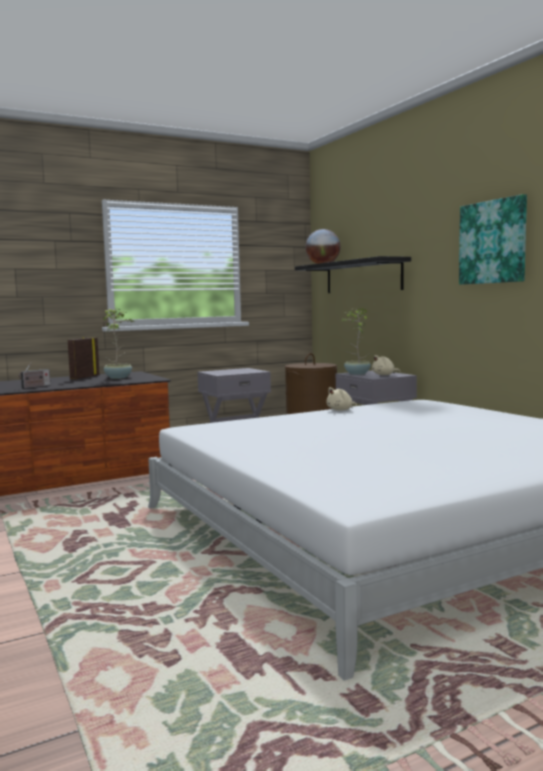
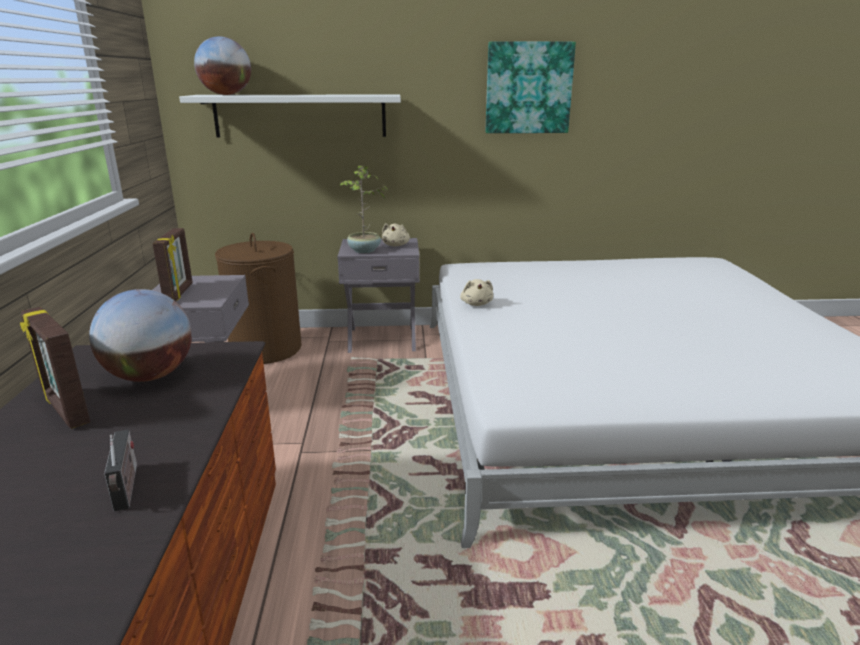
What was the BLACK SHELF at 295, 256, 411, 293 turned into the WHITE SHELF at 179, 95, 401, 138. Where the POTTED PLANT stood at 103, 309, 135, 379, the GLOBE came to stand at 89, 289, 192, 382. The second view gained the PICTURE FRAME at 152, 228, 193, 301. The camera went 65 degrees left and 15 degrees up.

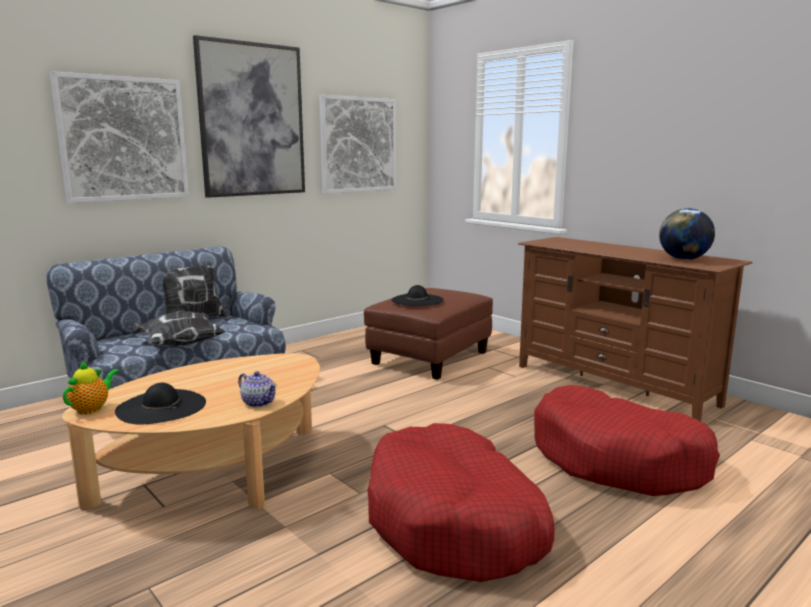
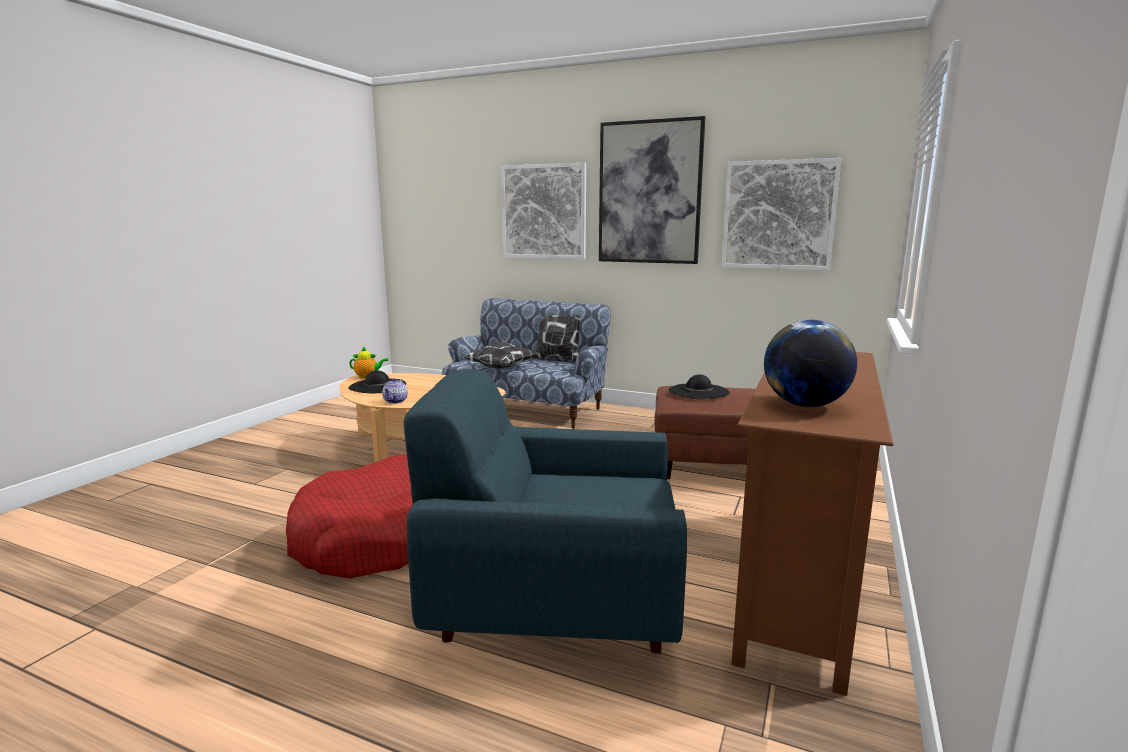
Where the RED DOG BED stood at 534, 385, 720, 496, the BLUE ARMCHAIR came to stand at 404, 369, 687, 654. The camera went 65 degrees right and 0 degrees up.

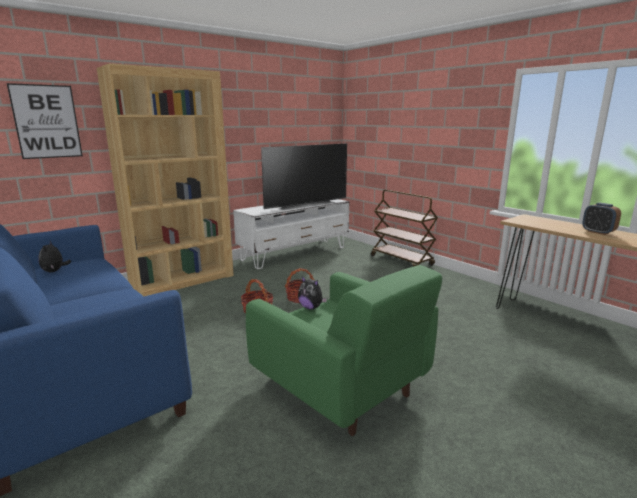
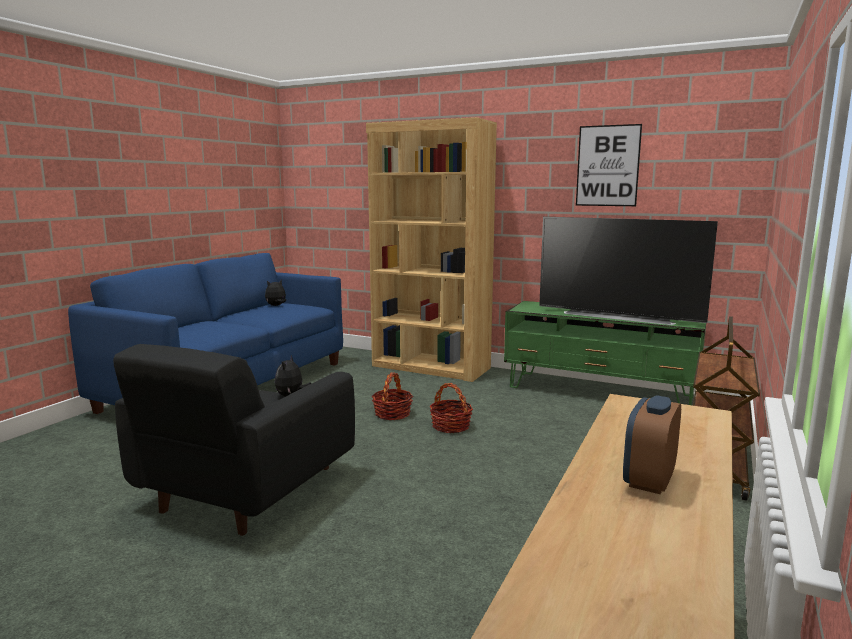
The PICTURE ended up elsewhere, having gone from 7, 83, 83, 159 to 576, 124, 642, 206. What was the WHITE TV STAND at 233, 199, 349, 269 turned into the GREEN TV STAND at 504, 301, 706, 405. What was the GREEN ARMCHAIR at 246, 265, 442, 436 turned into the BLACK ARMCHAIR at 113, 344, 355, 536. The camera went 65 degrees right and 5 degrees down.

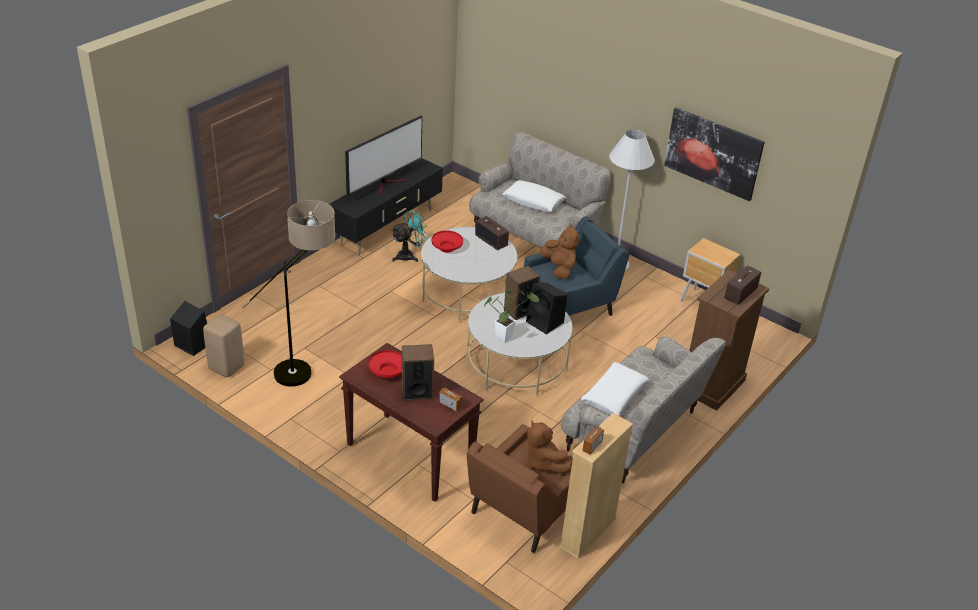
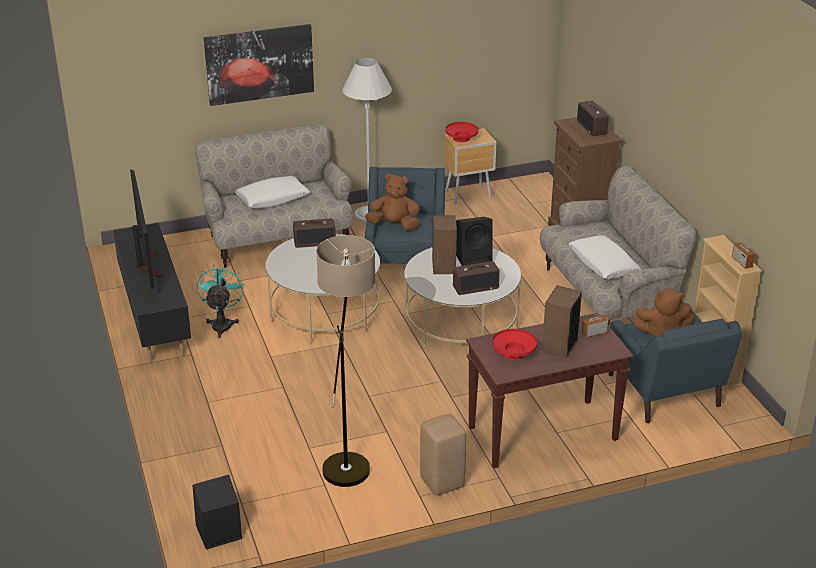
The PICTURE ended up elsewhere, having gone from 664, 108, 765, 201 to 204, 24, 314, 106. The RED BOWL ended up elsewhere, having gone from 431, 230, 463, 253 to 445, 122, 478, 142. Where the POTTED PLANT stood at 484, 288, 539, 343, the RADIO came to stand at 453, 261, 500, 295. The BEIGE STOOL ended up elsewhere, having gone from 203, 314, 244, 378 to 420, 414, 466, 495. What was the BROWN ARMCHAIR at 467, 424, 571, 553 turned into the BLUE ARMCHAIR at 609, 310, 742, 423. The camera went 55 degrees left and 5 degrees down.

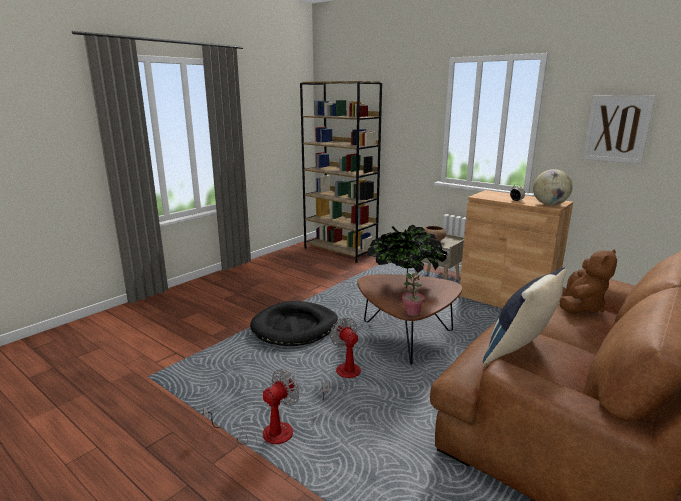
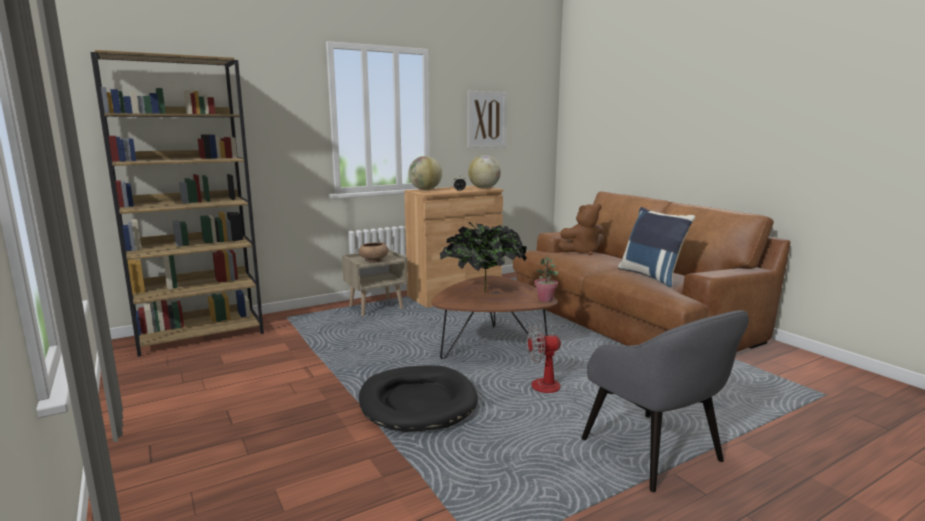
The BROWN PLUSH TOY at 559, 249, 617, 314 ended up facing another way, 105 degrees clockwise from before. Where the FAN stood at 203, 369, 300, 446, the GREY ARMCHAIR came to stand at 581, 310, 749, 492. The second view gained the GLOBE at 408, 156, 442, 190. The camera went 70 degrees left and 5 degrees down.

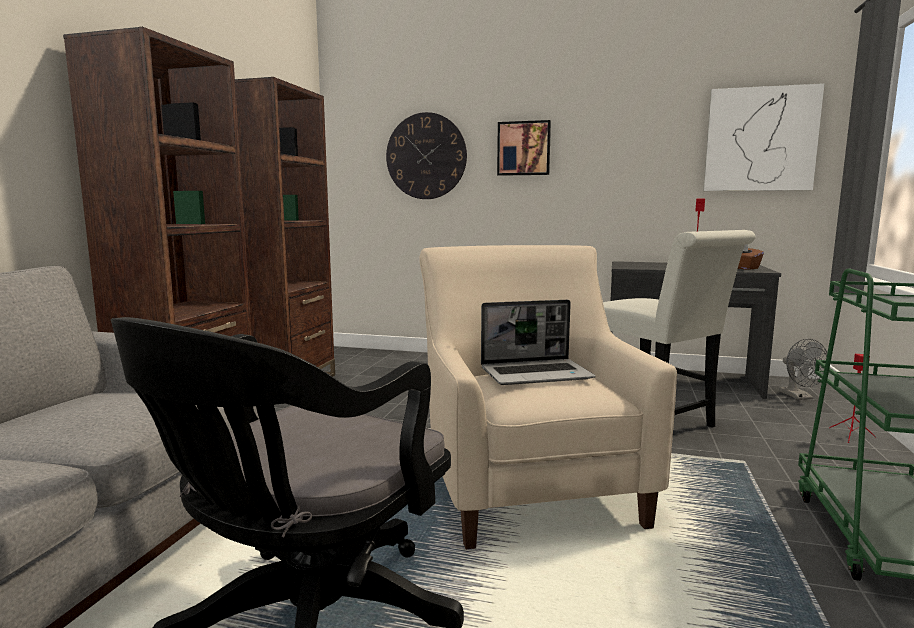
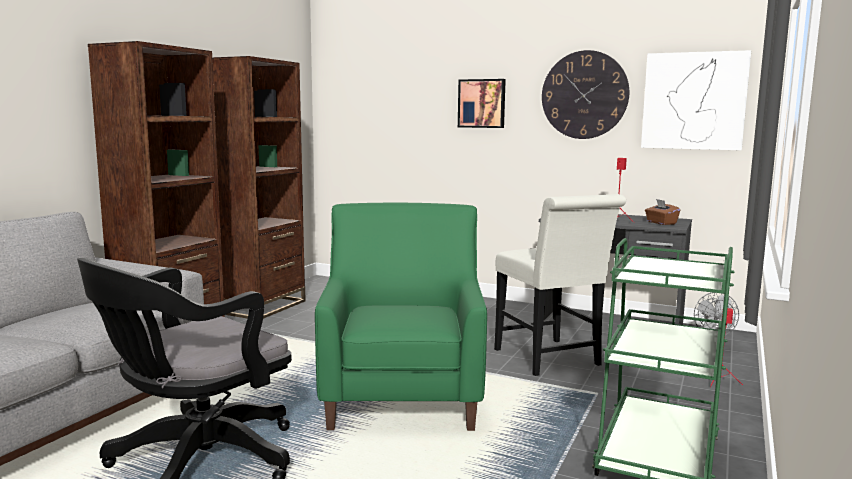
The WALL CLOCK ended up elsewhere, having gone from 386, 112, 467, 199 to 542, 50, 629, 139. What was the BEIGE ARMCHAIR at 419, 245, 677, 549 turned into the GREEN ARMCHAIR at 315, 203, 487, 431. The second view lost the LAPTOP at 481, 300, 596, 385. The camera went 10 degrees right and 0 degrees up.

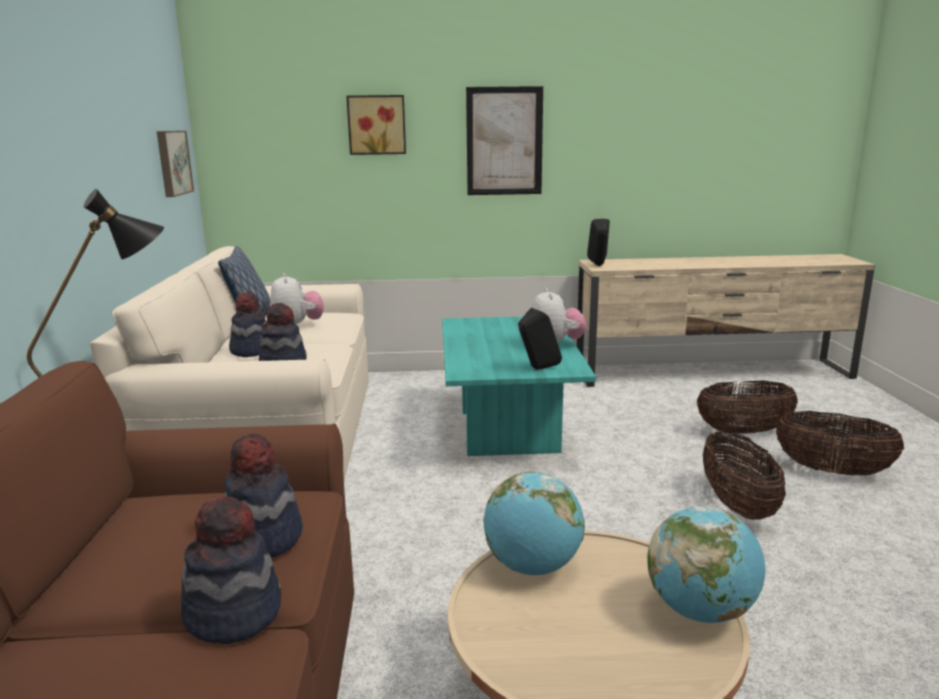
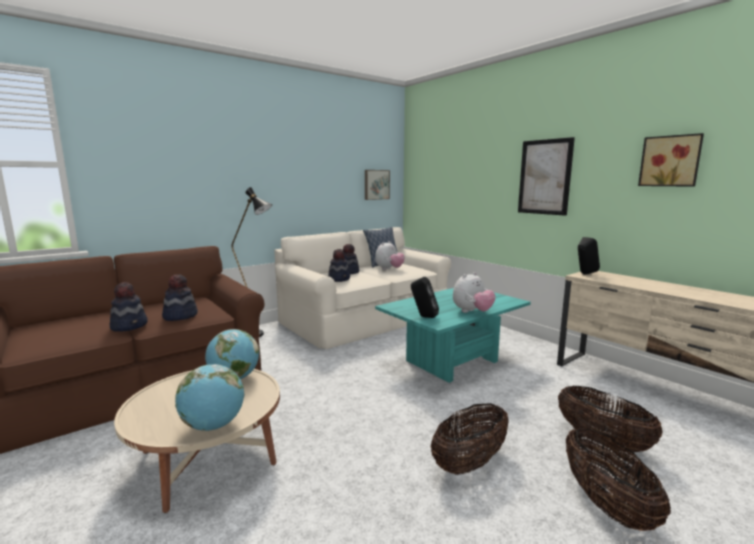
The PICTURE ended up elsewhere, having gone from 346, 95, 406, 155 to 638, 133, 704, 187. The camera went 55 degrees right and 5 degrees down.

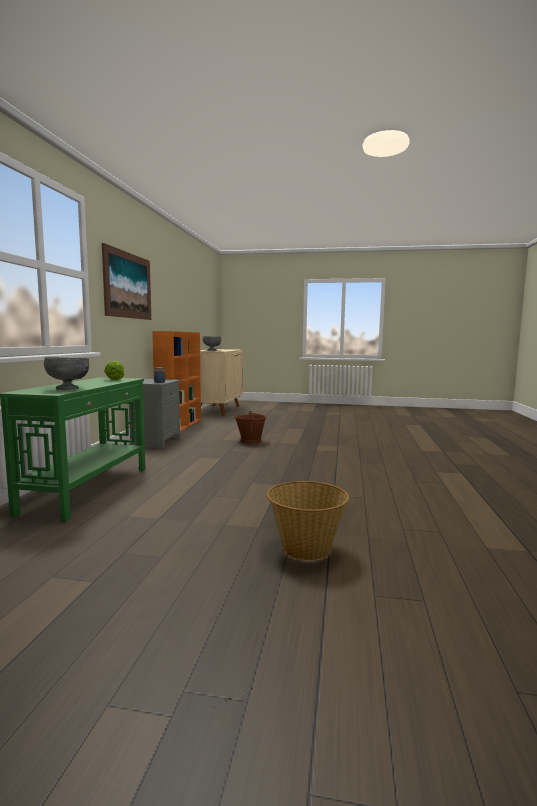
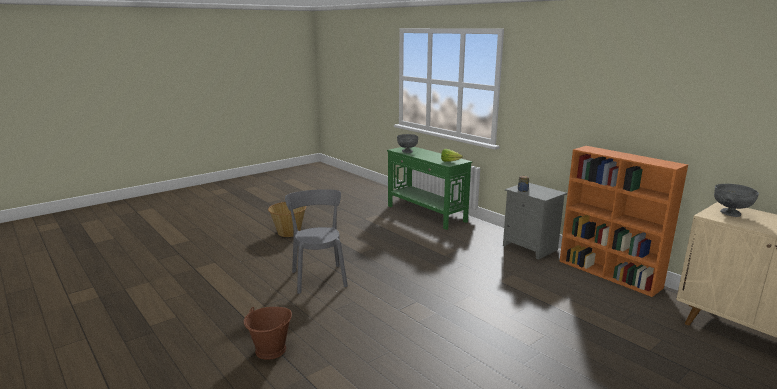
The second view lost the PICTURE at 102, 243, 151, 320. The BROWN BUCKET ended up elsewhere, having gone from 234, 411, 267, 444 to 244, 307, 292, 360. The second view gained the GREY CHAIR at 285, 189, 348, 294. The camera went 130 degrees right and 10 degrees up.

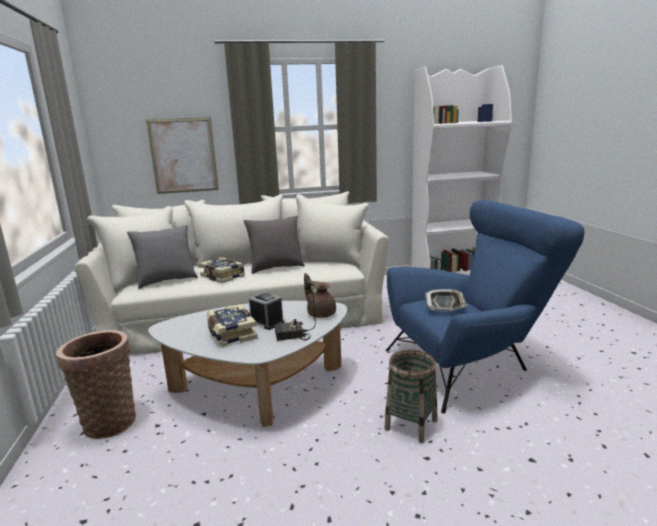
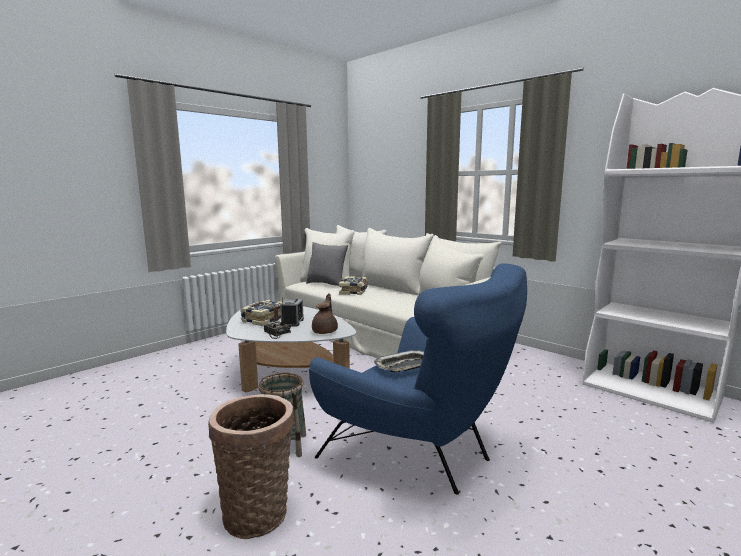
The second view lost the PICTURE at 146, 117, 219, 194. The second view lost the GREY PILLOW at 244, 216, 305, 274. The BASKET ended up elsewhere, having gone from 56, 330, 136, 439 to 208, 394, 293, 539. The camera went 55 degrees right and 5 degrees down.

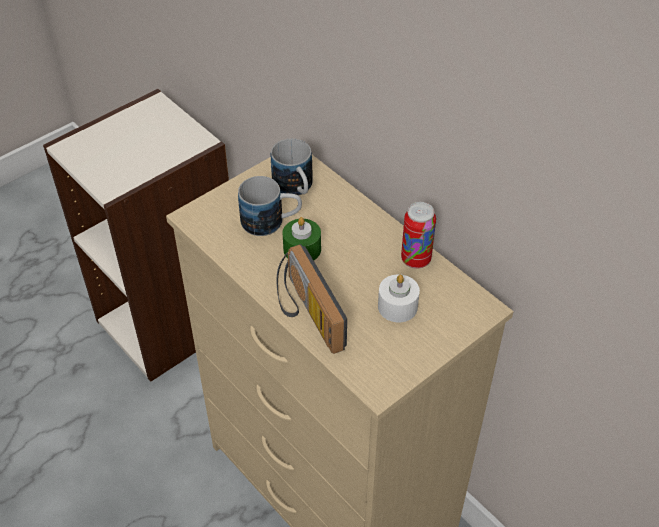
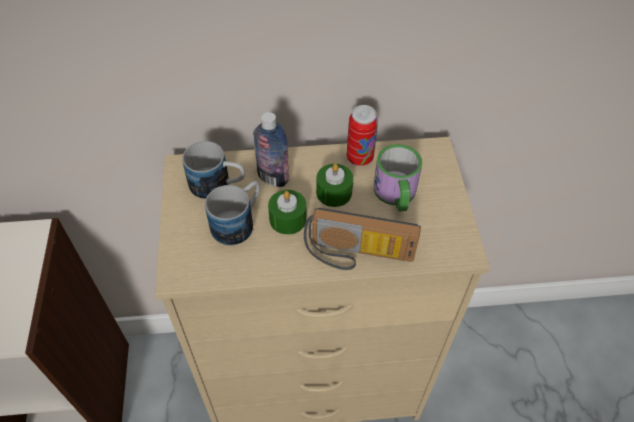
Where the WHITE CANDLE stood at 378, 274, 420, 323, the MUG came to stand at 374, 144, 422, 212. The second view gained the BOTTLE at 253, 112, 289, 187. The second view gained the GREEN CANDLE at 316, 164, 353, 207. The camera went 55 degrees left and 5 degrees up.

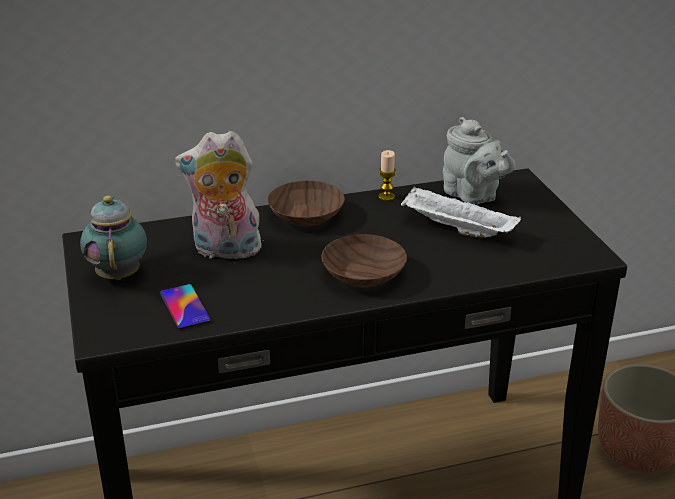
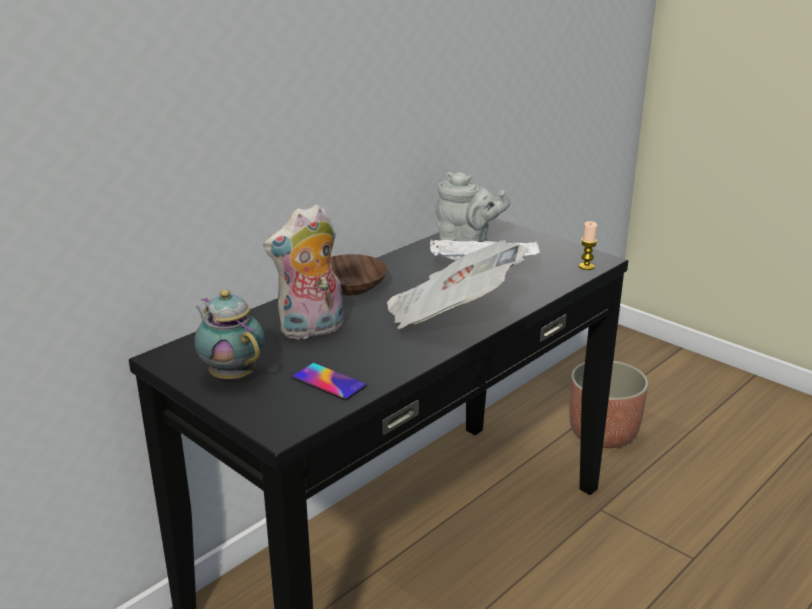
The CANDLE ended up elsewhere, having gone from 379, 150, 396, 201 to 579, 221, 597, 270. Where the BROWN BOWL stood at 321, 234, 407, 288, the NEWSPAPER came to stand at 387, 240, 525, 329. The camera went 30 degrees left and 5 degrees down.

